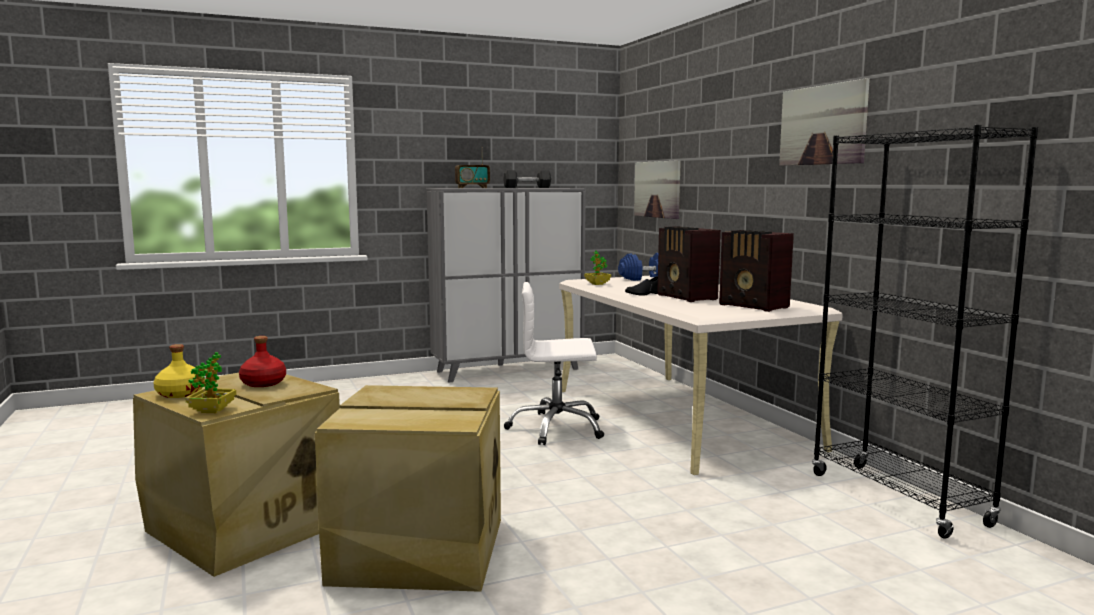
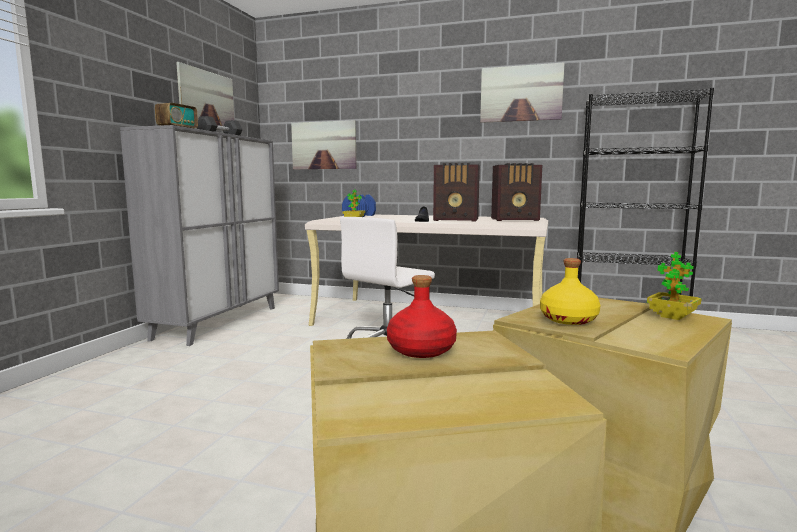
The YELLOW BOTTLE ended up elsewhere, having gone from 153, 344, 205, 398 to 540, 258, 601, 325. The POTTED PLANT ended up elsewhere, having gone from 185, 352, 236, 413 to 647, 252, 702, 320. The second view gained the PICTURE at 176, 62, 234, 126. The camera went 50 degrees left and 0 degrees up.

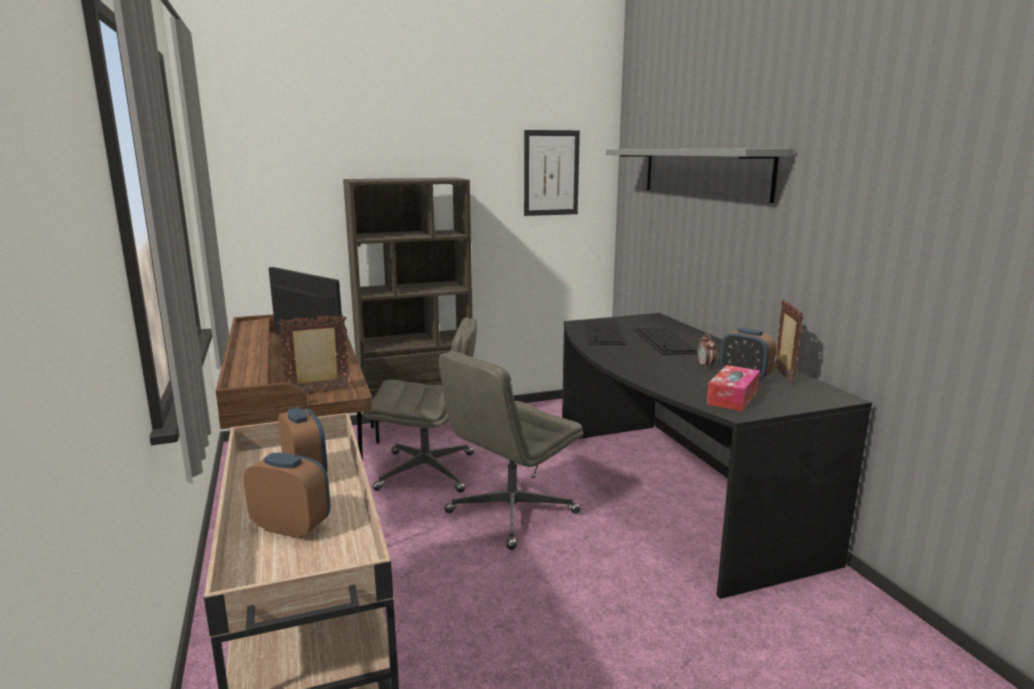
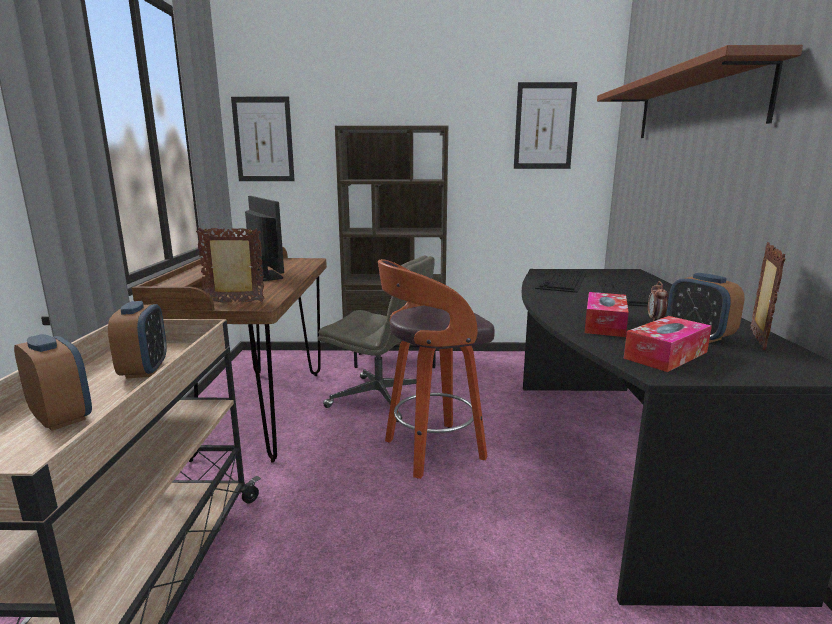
What was the GREY SHELF at 606, 149, 793, 203 turned into the BROWN SHELF at 597, 45, 803, 138. Where the GREY OFFICE CHAIR stood at 439, 351, 583, 550, the STOOL came to stand at 378, 259, 495, 479. The second view gained the PICTURE at 231, 97, 295, 181. The second view gained the TISSUE BOX at 584, 292, 629, 337. The camera went 20 degrees right and 0 degrees up.

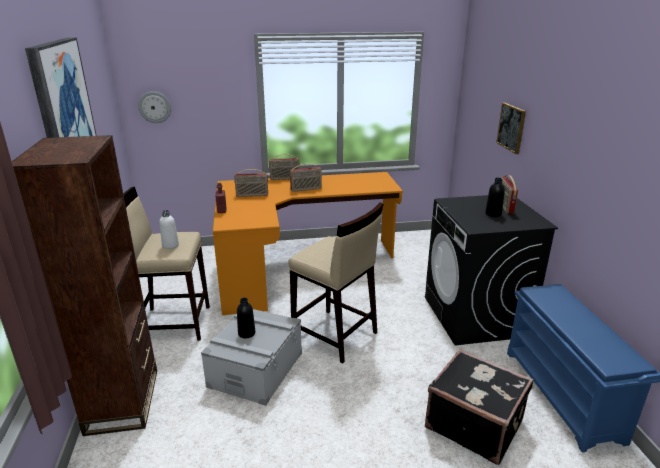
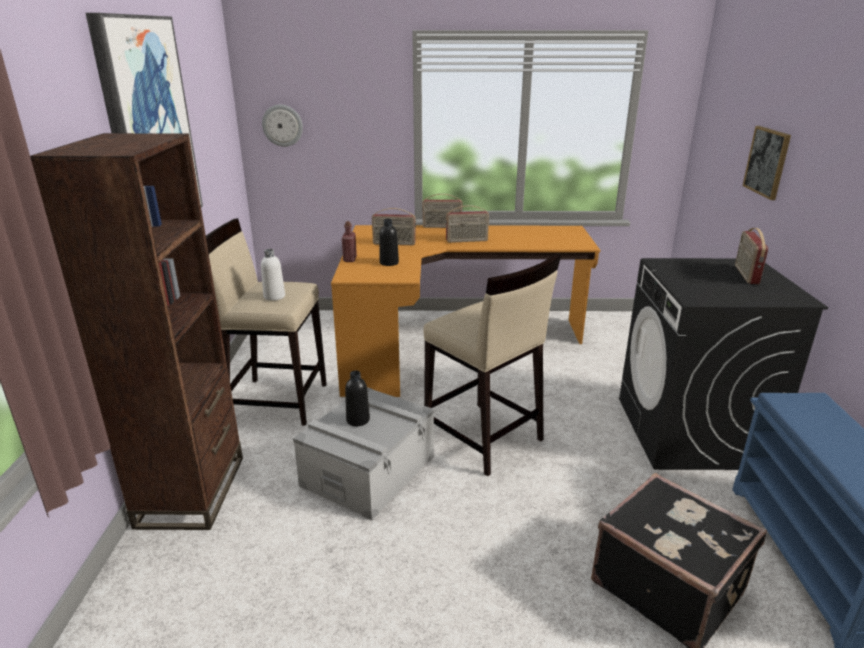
The BLACK BOTTLE ended up elsewhere, having gone from 485, 178, 505, 217 to 380, 219, 399, 266. The camera went 10 degrees right and 0 degrees up.

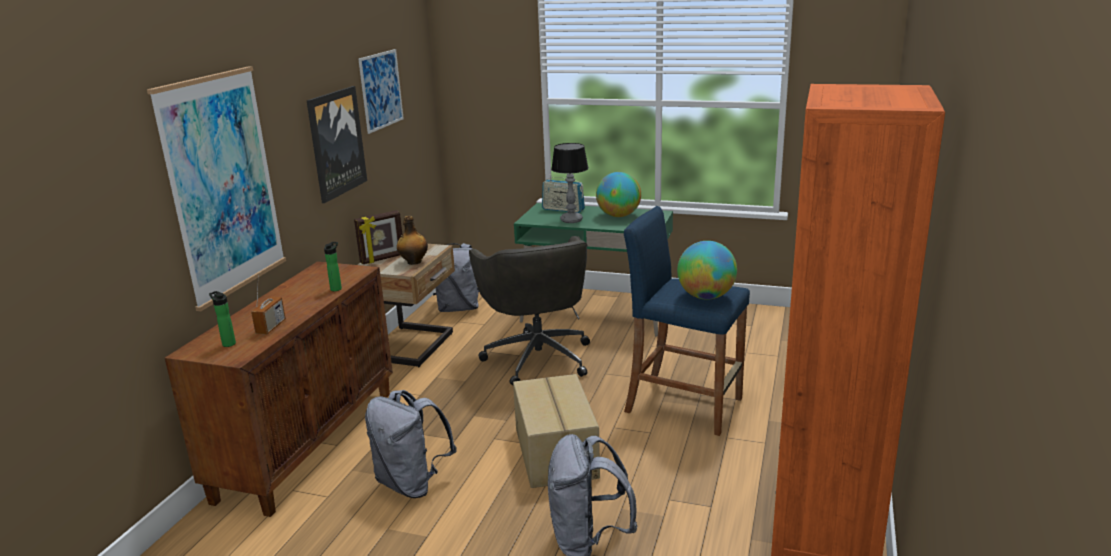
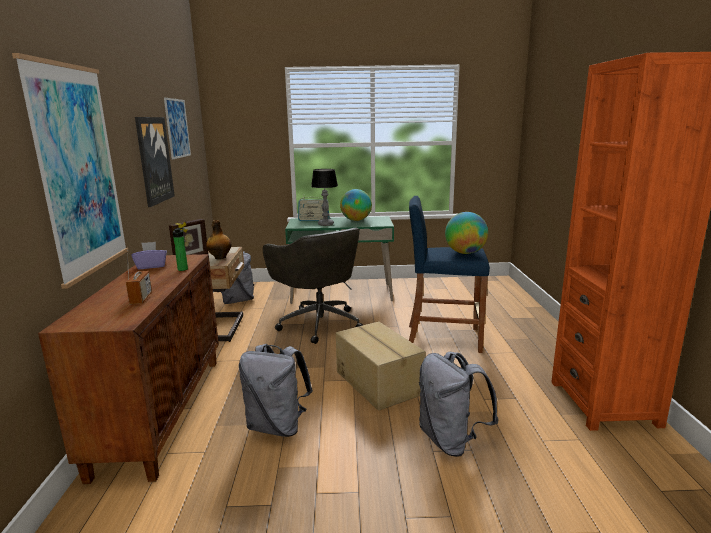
The second view lost the BOTTLE at 209, 291, 236, 347. The second view gained the PURPLE TISSUE BOX at 131, 242, 167, 269. The camera went 20 degrees left and 5 degrees down.

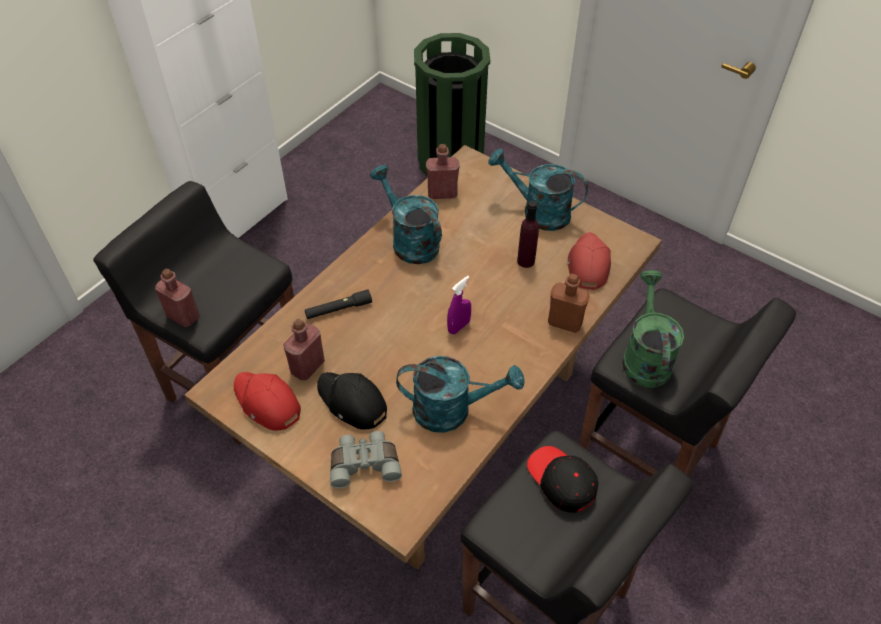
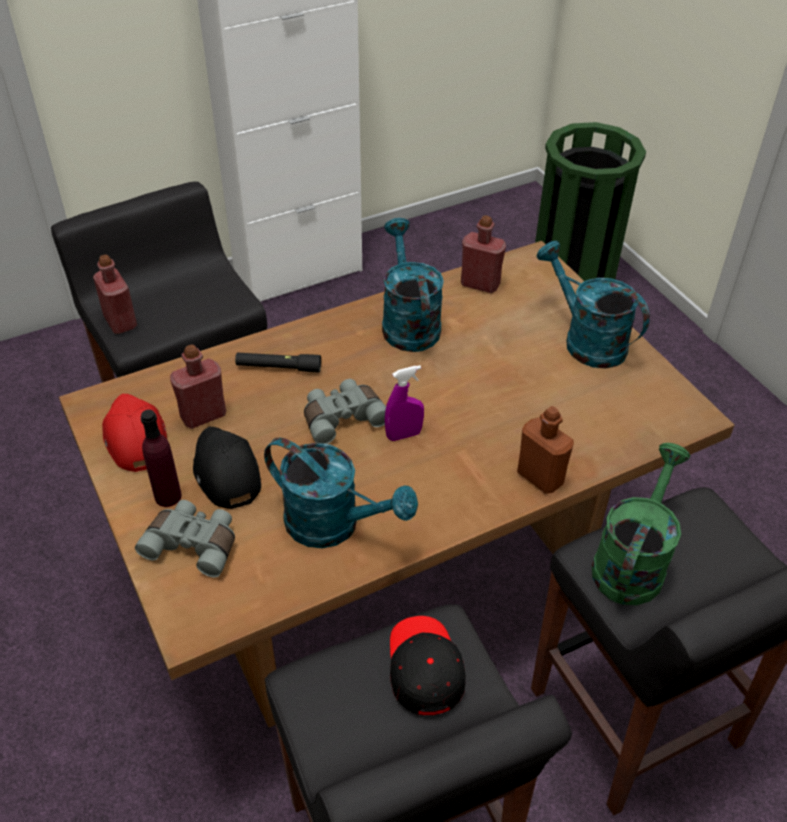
The PURPLE BOTTLE ended up elsewhere, having gone from 517, 201, 539, 268 to 141, 410, 182, 507. The second view lost the RED CAP at 568, 232, 611, 290. The second view gained the GREY BINOCULARS at 304, 379, 386, 444. The camera went 25 degrees right and 5 degrees down.

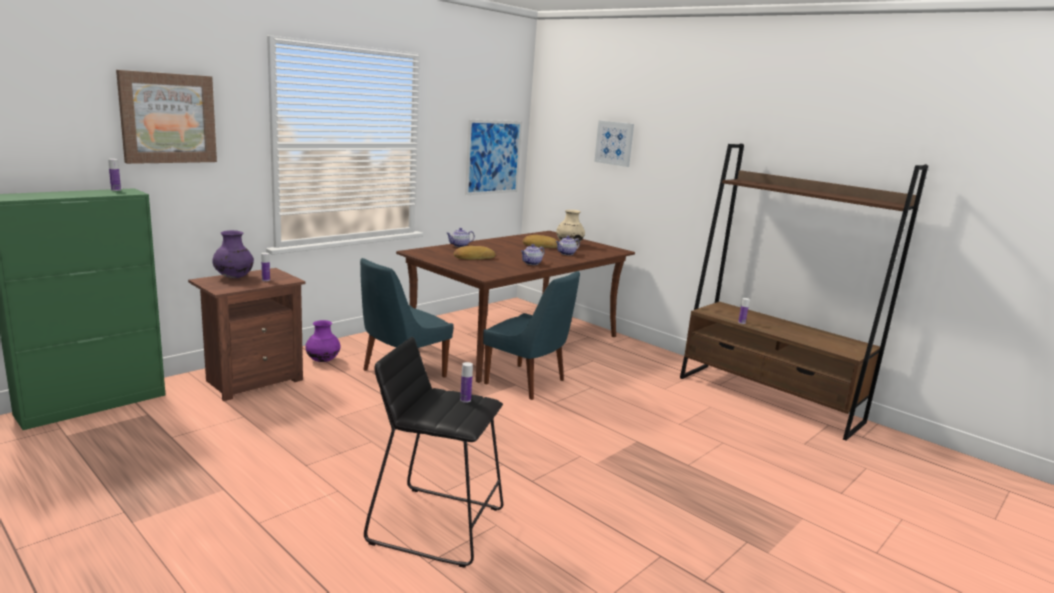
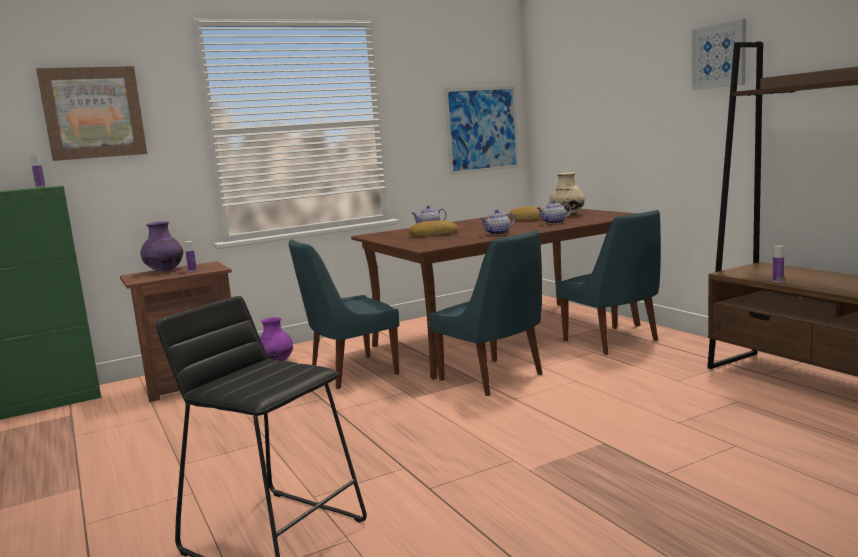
The PICTURE ended up elsewhere, having gone from 594, 120, 634, 167 to 692, 19, 746, 90. The second view lost the BOTTLE at 460, 362, 473, 403. The second view gained the BLUE CHAIR at 556, 210, 661, 355. The camera went 20 degrees right and 5 degrees down.

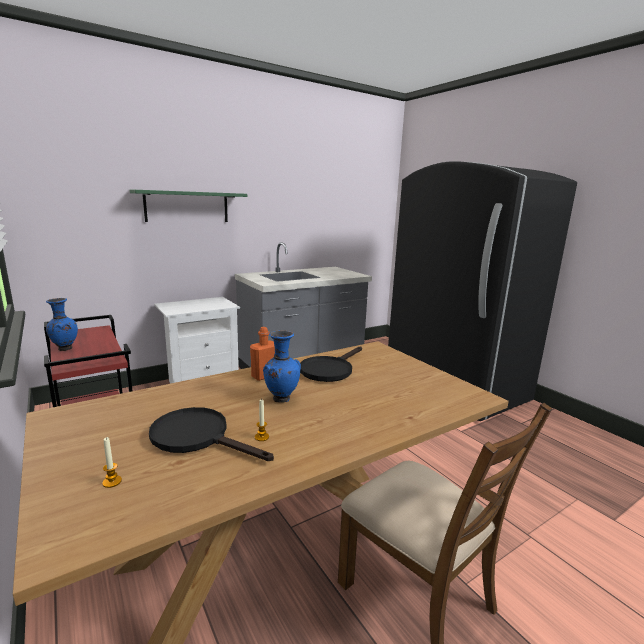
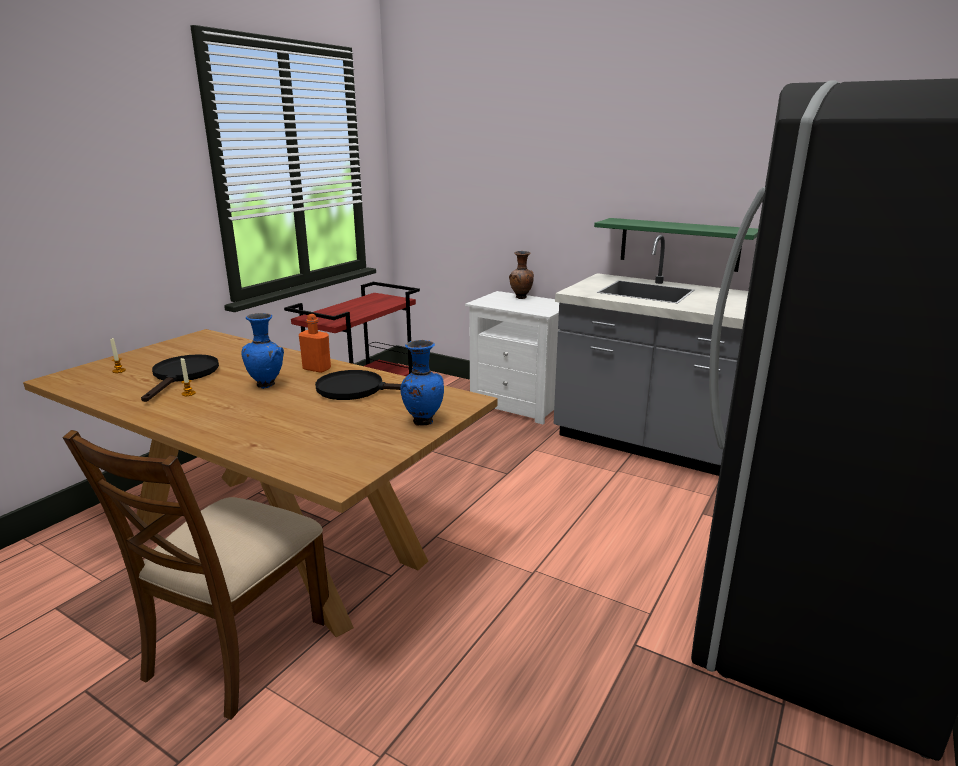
The GREEN SHELF ended up elsewhere, having gone from 130, 190, 247, 222 to 594, 218, 758, 272. The BLUE VASE ended up elsewhere, having gone from 46, 298, 78, 351 to 400, 340, 444, 426. The second view gained the BROWN VASE at 509, 251, 534, 299. The camera went 65 degrees right and 5 degrees up.

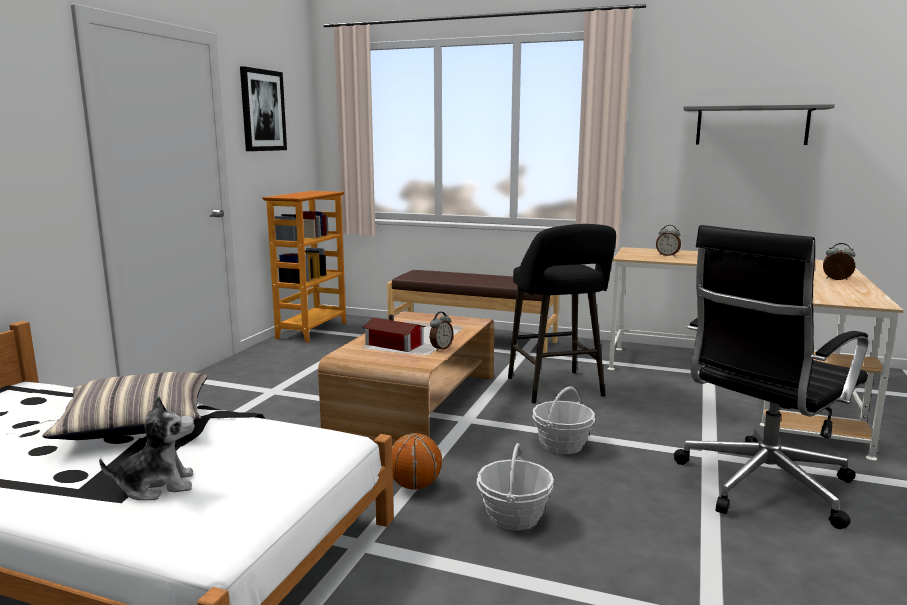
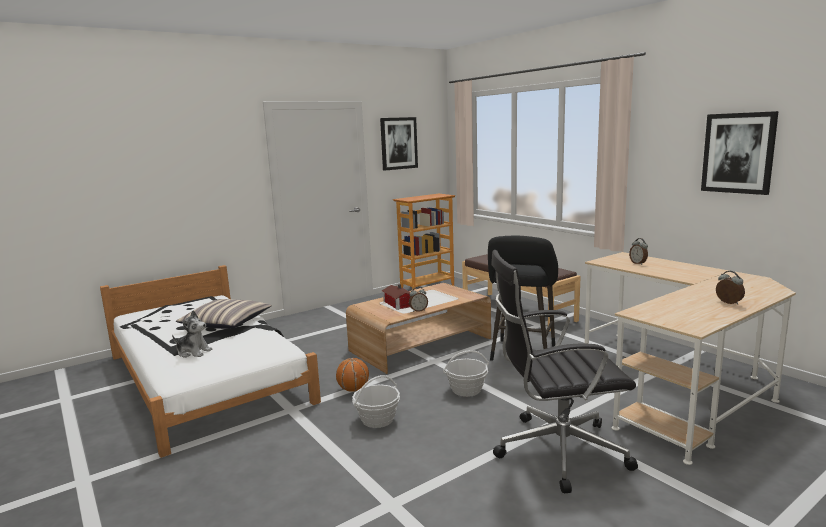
Where the GREY SHELF hung at 683, 104, 835, 145, the PICTURE came to hang at 701, 111, 779, 195. The camera went 35 degrees right and 0 degrees up.

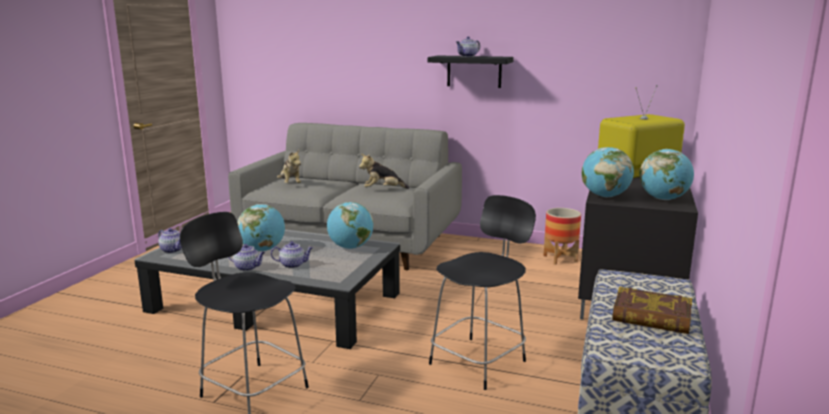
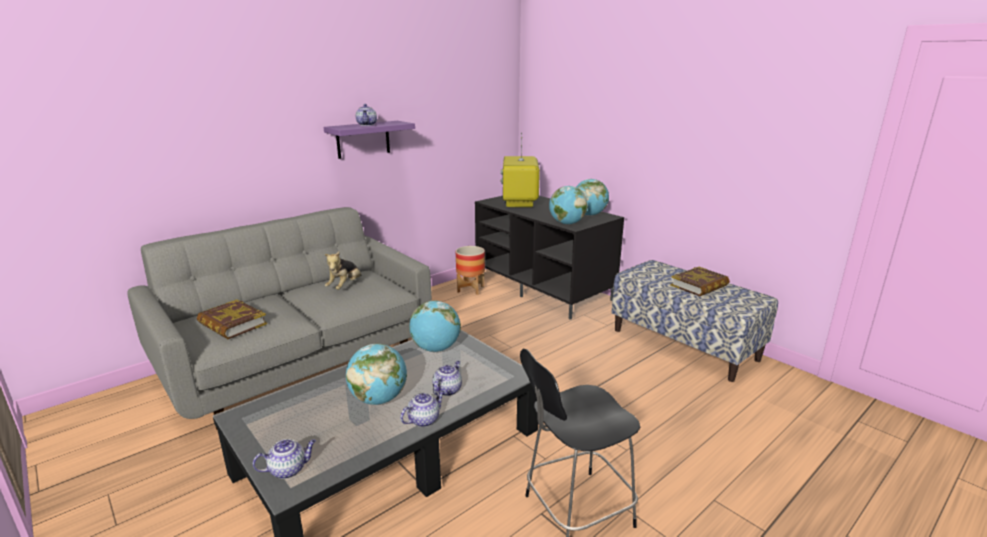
What was the BLACK SHELF at 428, 55, 514, 88 turned into the PURPLE SHELF at 324, 121, 415, 159. Where the PLUSH TOY stood at 277, 150, 301, 183, the BOOK came to stand at 197, 299, 267, 339. The second view lost the BLACK STOOL at 429, 195, 536, 390. The camera went 60 degrees left and 5 degrees up.

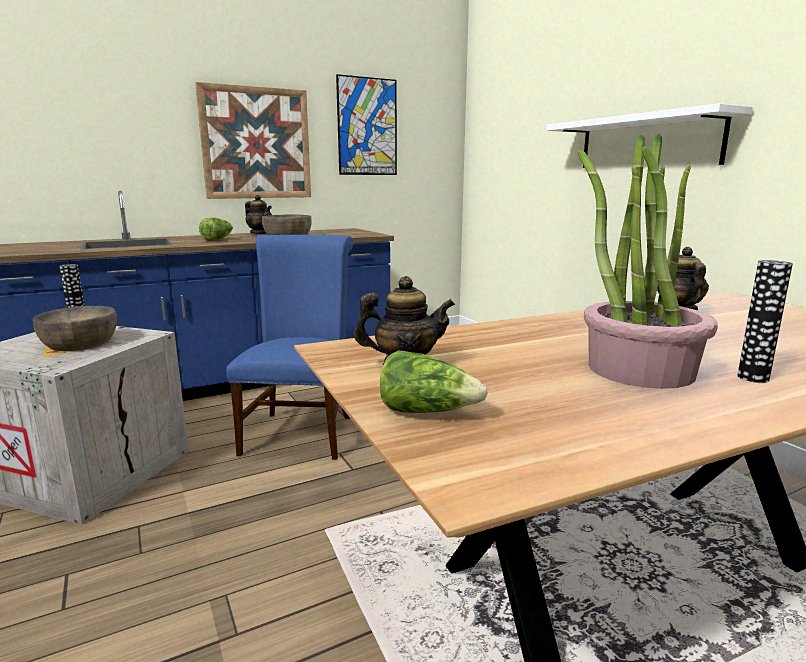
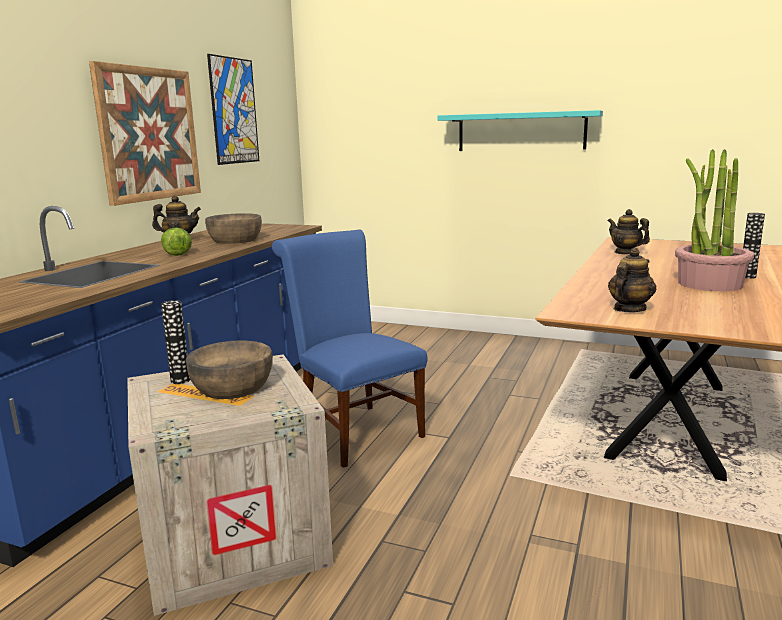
What was the WHITE SHELF at 546, 103, 753, 168 turned into the TURQUOISE SHELF at 437, 110, 603, 151. The second view lost the LETTUCE at 380, 350, 488, 413. The camera went 40 degrees left and 0 degrees up.

